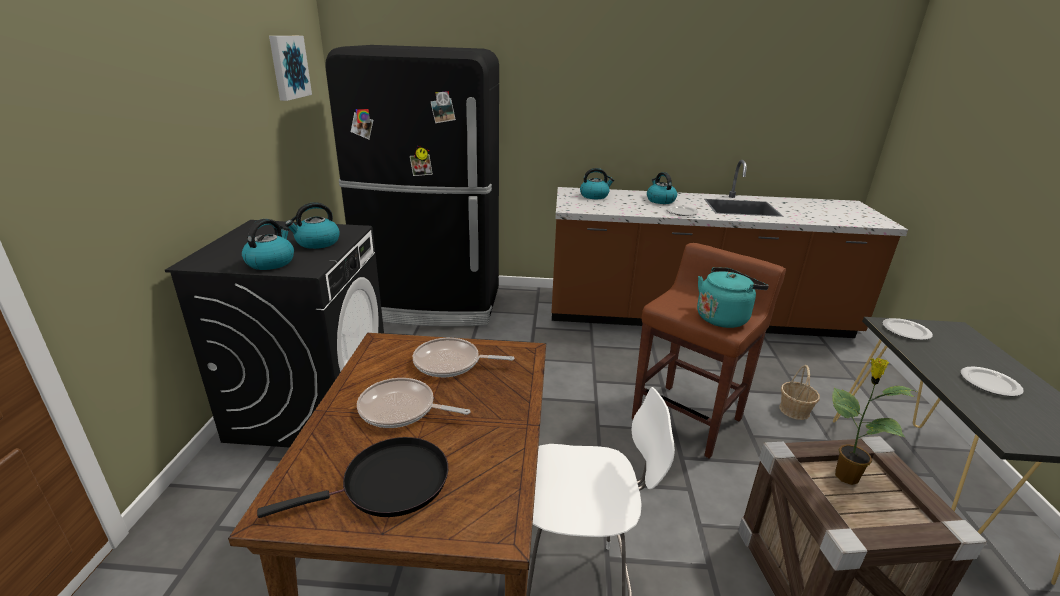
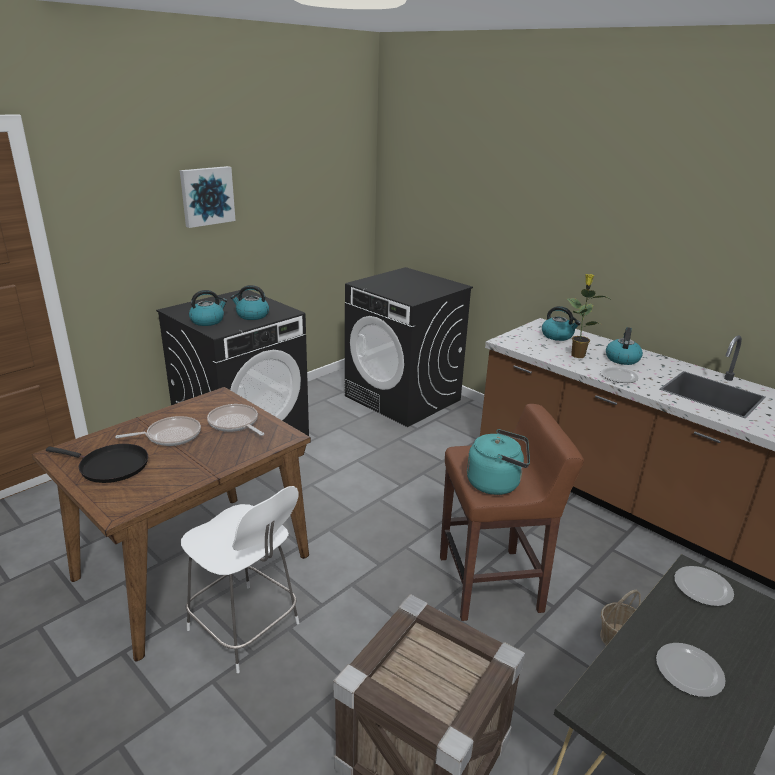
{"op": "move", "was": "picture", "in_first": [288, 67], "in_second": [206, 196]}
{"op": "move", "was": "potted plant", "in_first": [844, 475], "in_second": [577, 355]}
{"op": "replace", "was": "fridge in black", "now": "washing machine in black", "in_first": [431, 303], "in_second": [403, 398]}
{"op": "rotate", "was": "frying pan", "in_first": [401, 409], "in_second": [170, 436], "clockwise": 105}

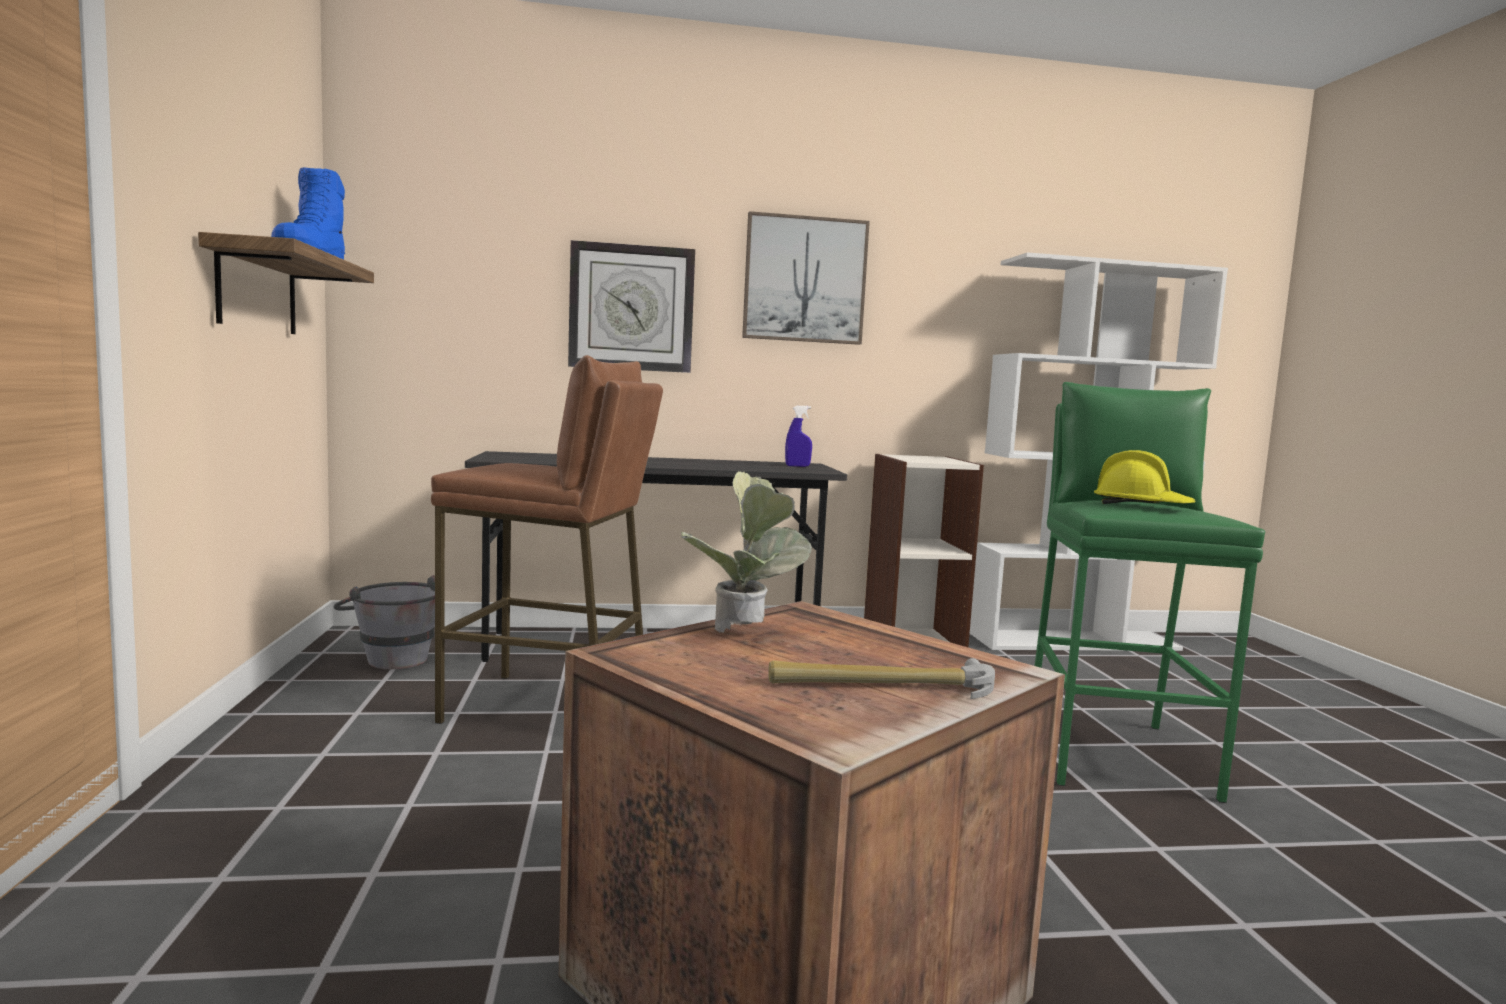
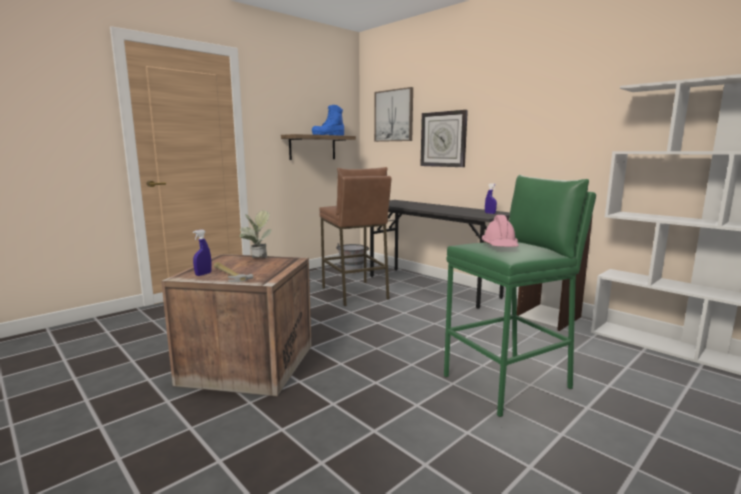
{"op": "insert", "now": "spray bottle in blue", "in_second": [203, 274]}
{"op": "move", "was": "picture", "in_first": [804, 280], "in_second": [394, 115]}
{"op": "recolor", "was": "hard hat in yellow", "now": "hard hat in pink", "in_first": [1141, 506], "in_second": [500, 246]}

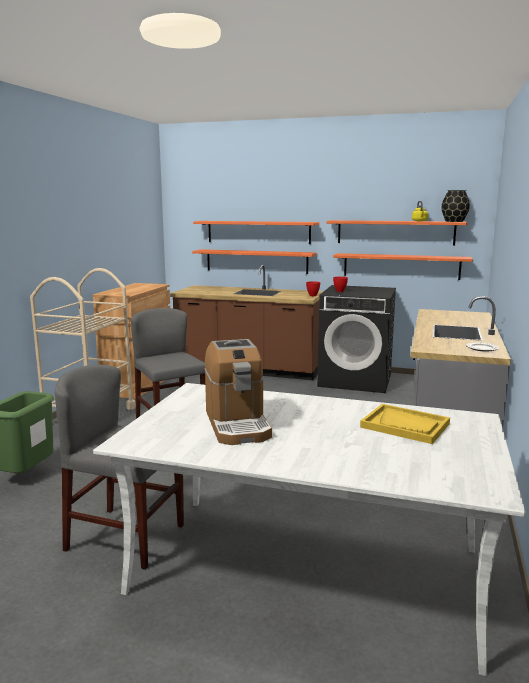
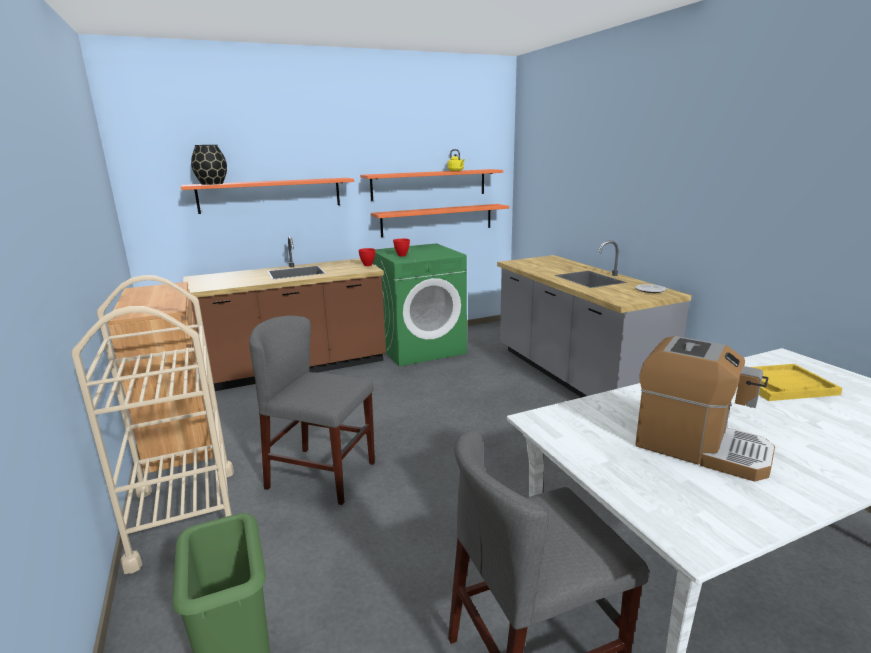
{"op": "delete", "was": "shelf in orange", "in_first": [256, 261]}
{"op": "move", "was": "vase in black", "in_first": [454, 221], "in_second": [212, 184]}
{"op": "recolor", "was": "washing machine in black", "now": "washing machine in green", "in_first": [355, 380], "in_second": [421, 348]}

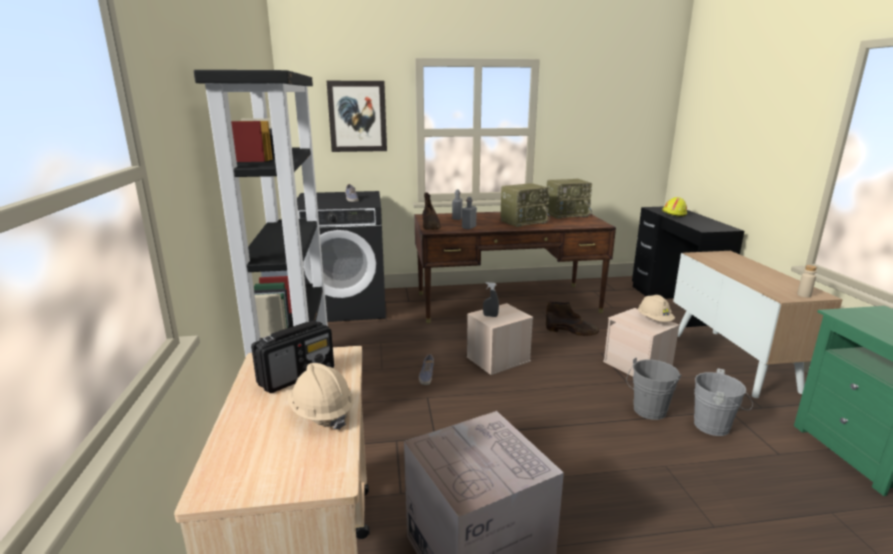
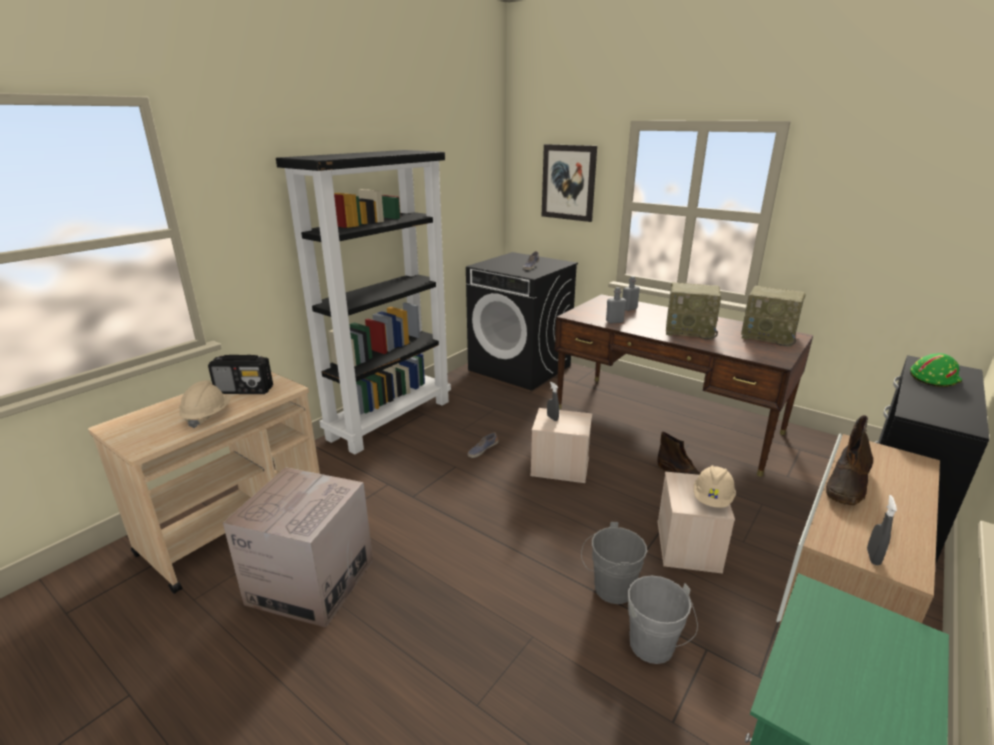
{"op": "move", "was": "boot in brown", "in_first": [431, 226], "in_second": [847, 484]}
{"op": "replace", "was": "bottle in beige", "now": "spray bottle in grey", "in_first": [804, 295], "in_second": [873, 557]}
{"op": "recolor", "was": "hard hat in yellow", "now": "hard hat in green", "in_first": [673, 214], "in_second": [933, 378]}

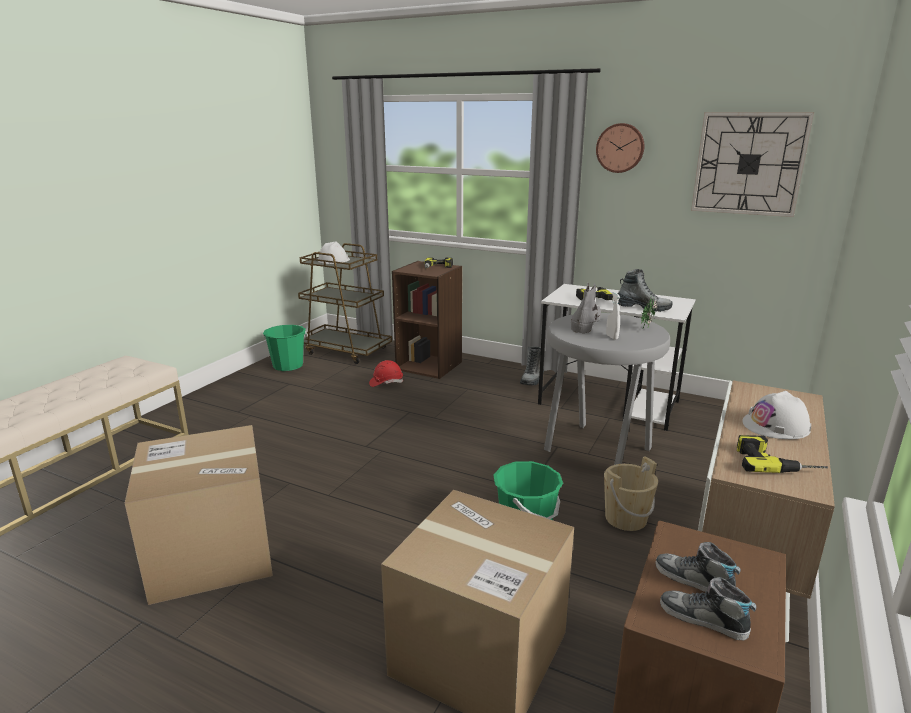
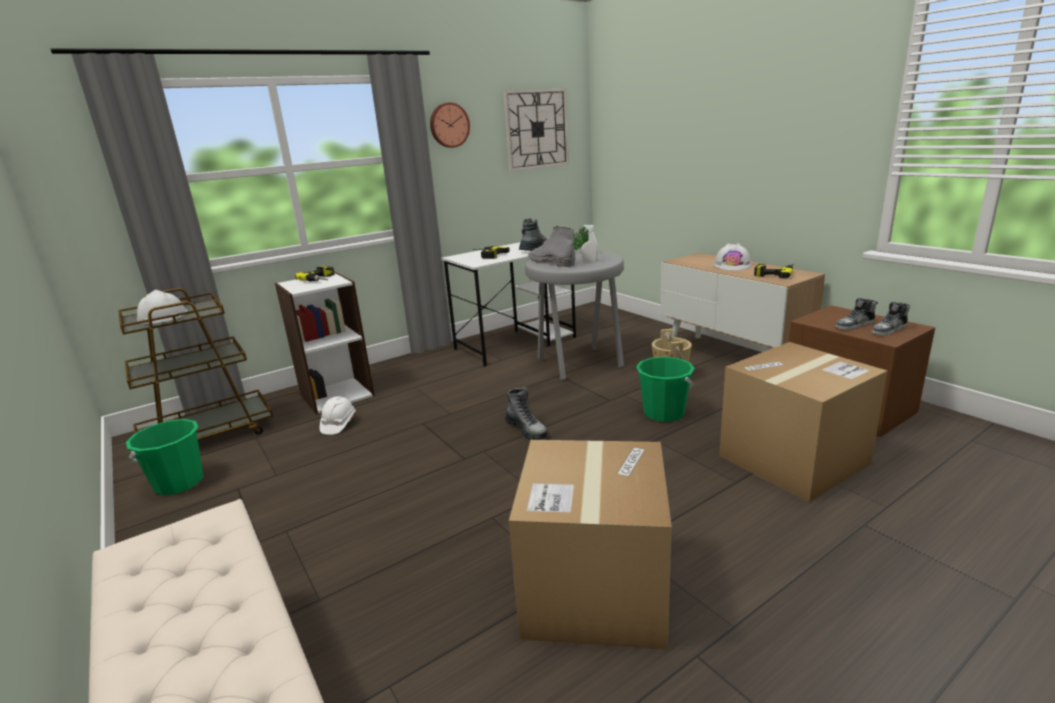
{"op": "move", "was": "boot", "in_first": [532, 379], "in_second": [527, 429]}
{"op": "recolor", "was": "hard hat in red", "now": "hard hat in white", "in_first": [386, 382], "in_second": [338, 424]}
{"op": "recolor", "was": "bookcase in brown", "now": "bookcase in white", "in_first": [429, 365], "in_second": [336, 395]}

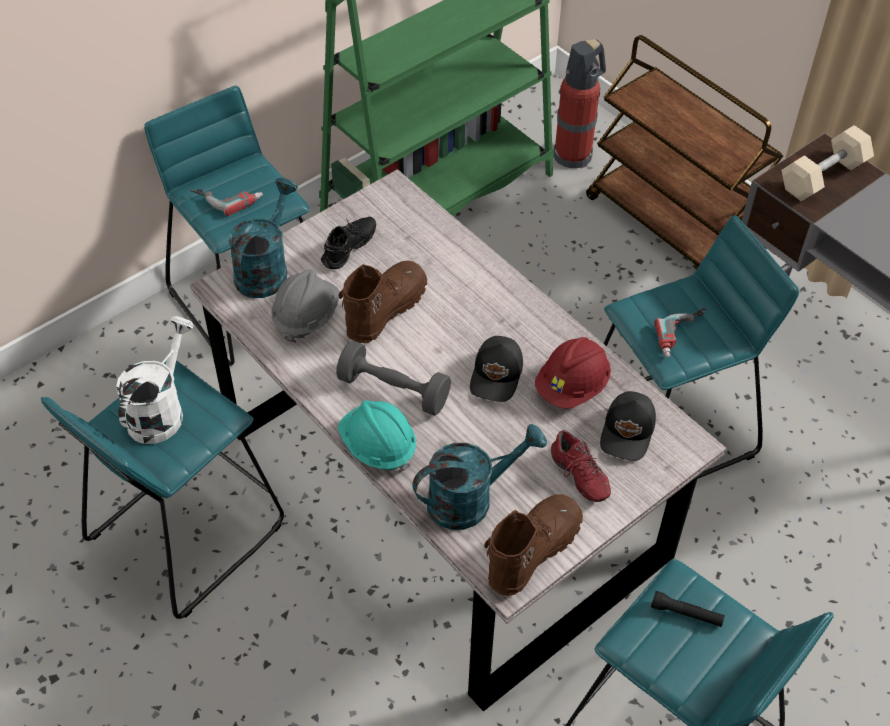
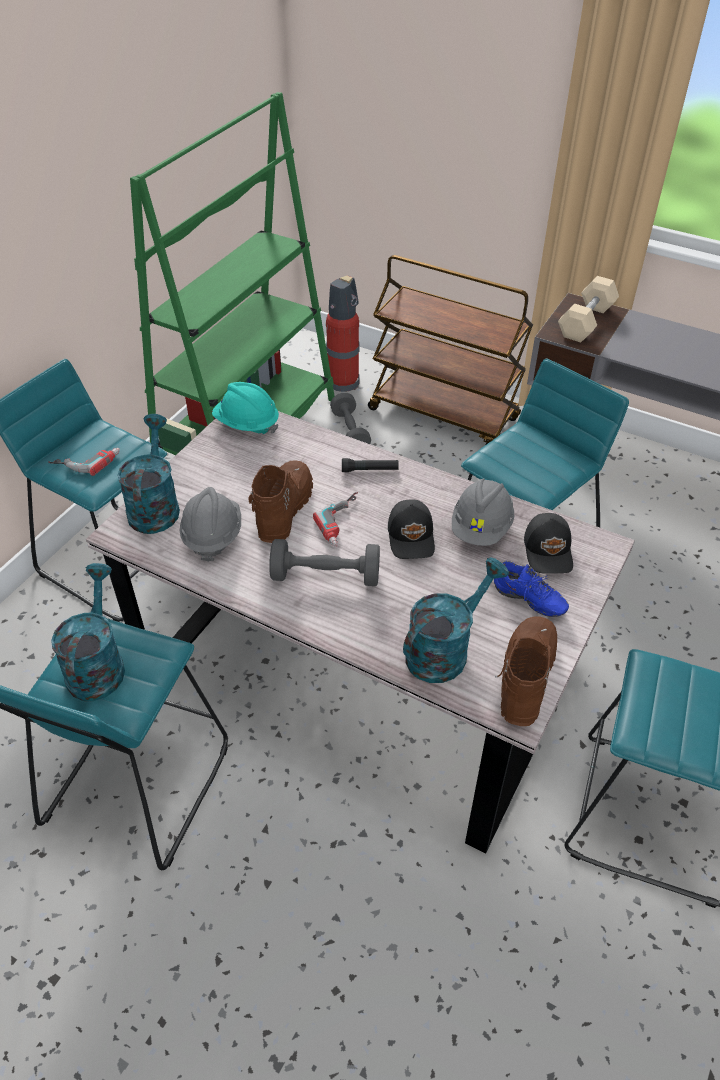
{"op": "delete", "was": "shoe in black", "in_first": [351, 250]}
{"op": "insert", "now": "dumbbell in grey", "in_second": [350, 432]}
{"op": "move", "was": "hard hat in turquoise", "in_first": [378, 446], "in_second": [247, 424]}
{"op": "move", "was": "flashlight in black", "in_first": [686, 614], "in_second": [369, 470]}
{"op": "move", "was": "power drill", "in_first": [684, 336], "in_second": [345, 523]}
{"op": "recolor", "was": "watering can in white", "now": "watering can in turquoise", "in_first": [160, 410], "in_second": [98, 664]}
{"op": "recolor", "was": "hard hat in red", "now": "hard hat in grey", "in_first": [572, 386], "in_second": [481, 528]}
{"op": "recolor", "was": "shoe in red", "now": "shoe in blue", "in_first": [577, 477], "in_second": [527, 601]}

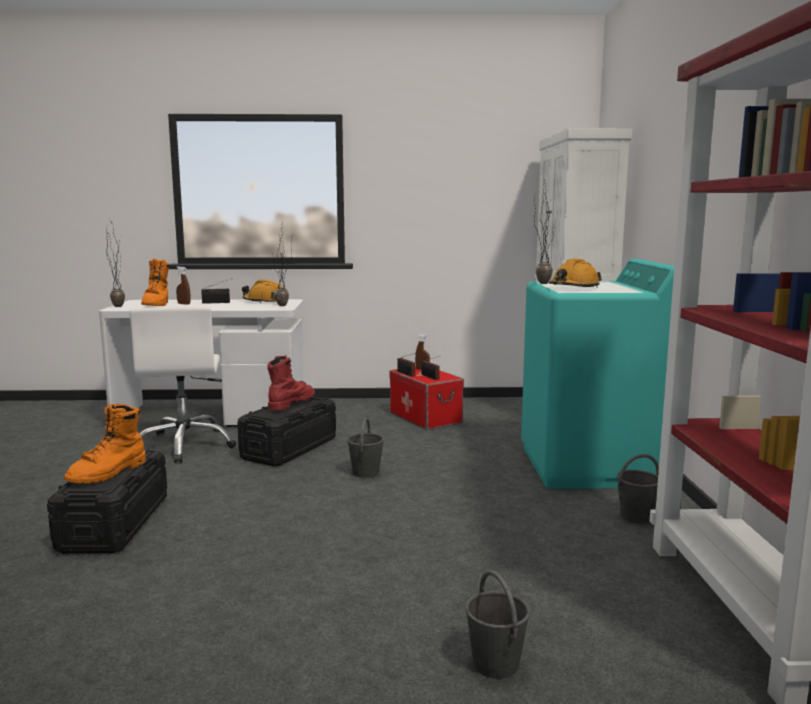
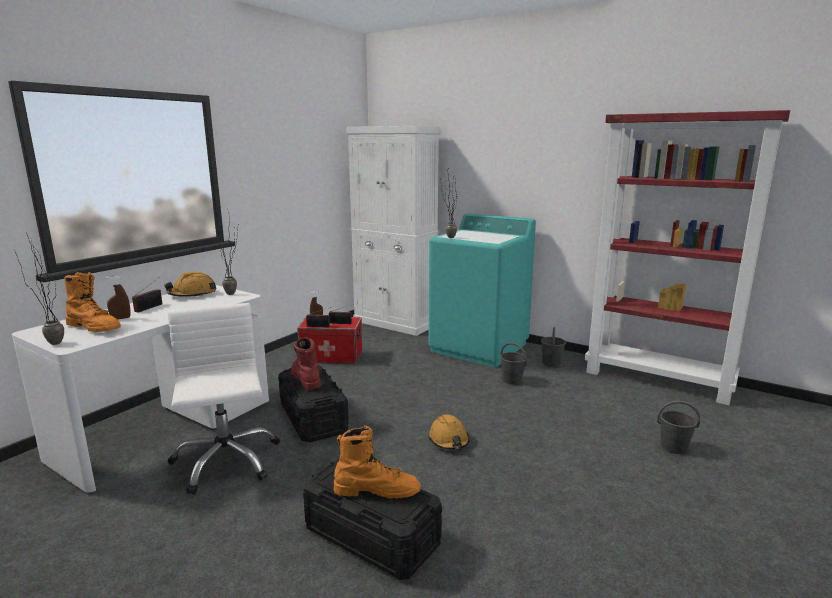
{"op": "move", "was": "bucket in grey", "in_first": [365, 473], "in_second": [512, 380]}
{"op": "move", "was": "hard hat in orange", "in_first": [574, 288], "in_second": [449, 440]}
{"op": "rotate", "was": "boot in orange", "in_first": [108, 473], "in_second": [377, 490], "clockwise": -60}
{"op": "rotate", "was": "office chair in white", "in_first": [185, 445], "in_second": [225, 461], "clockwise": -135}

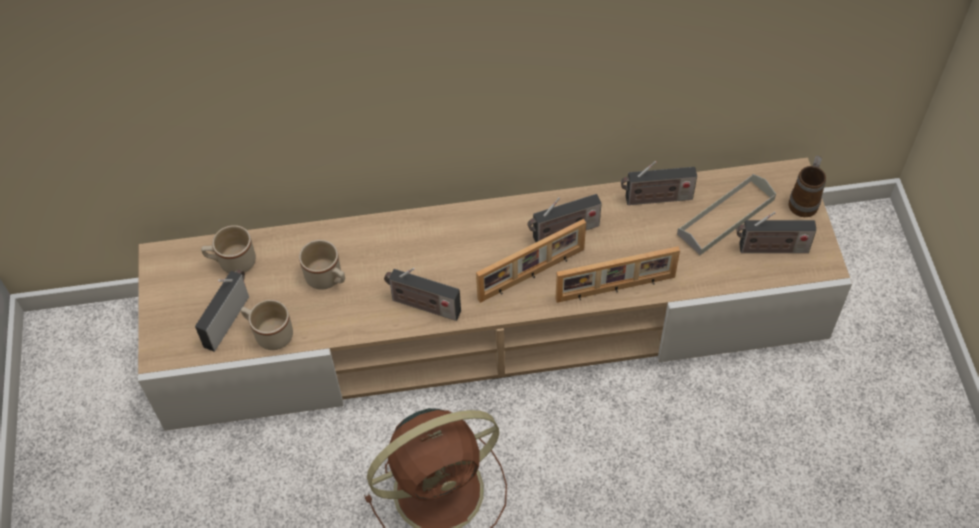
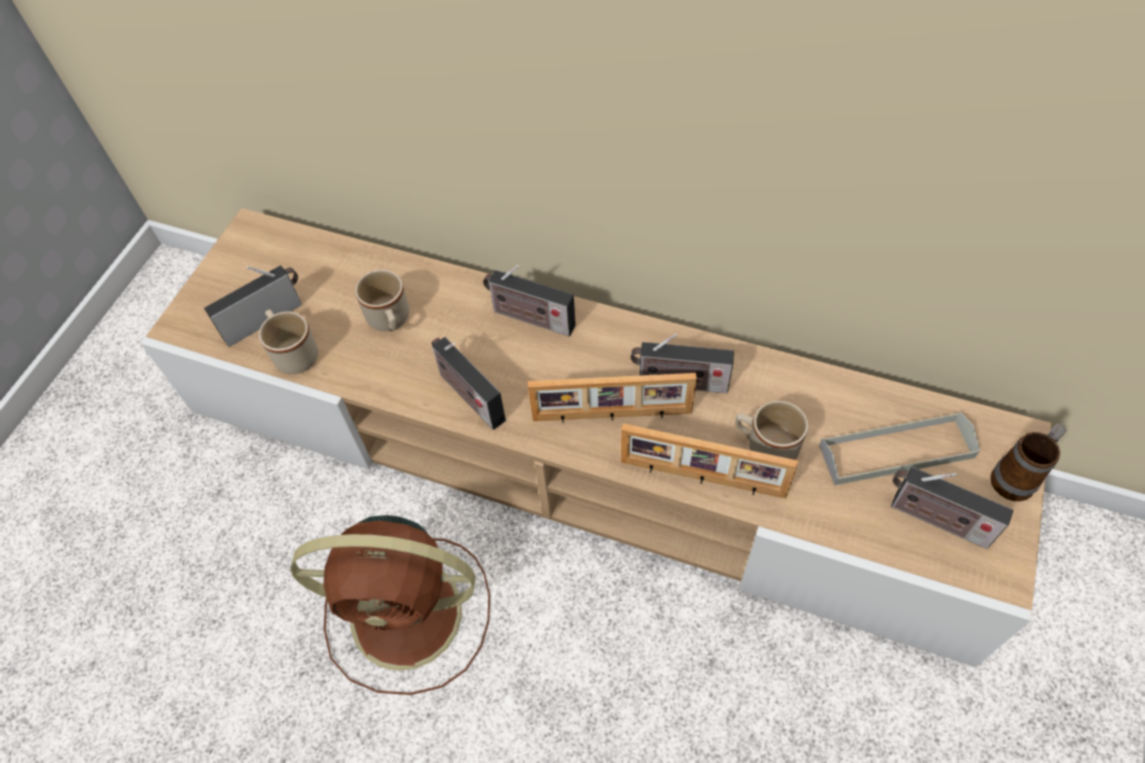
{"op": "move", "was": "mug in beige", "in_first": [232, 262], "in_second": [765, 445]}
{"op": "move", "was": "radio", "in_first": [655, 199], "in_second": [529, 318]}

